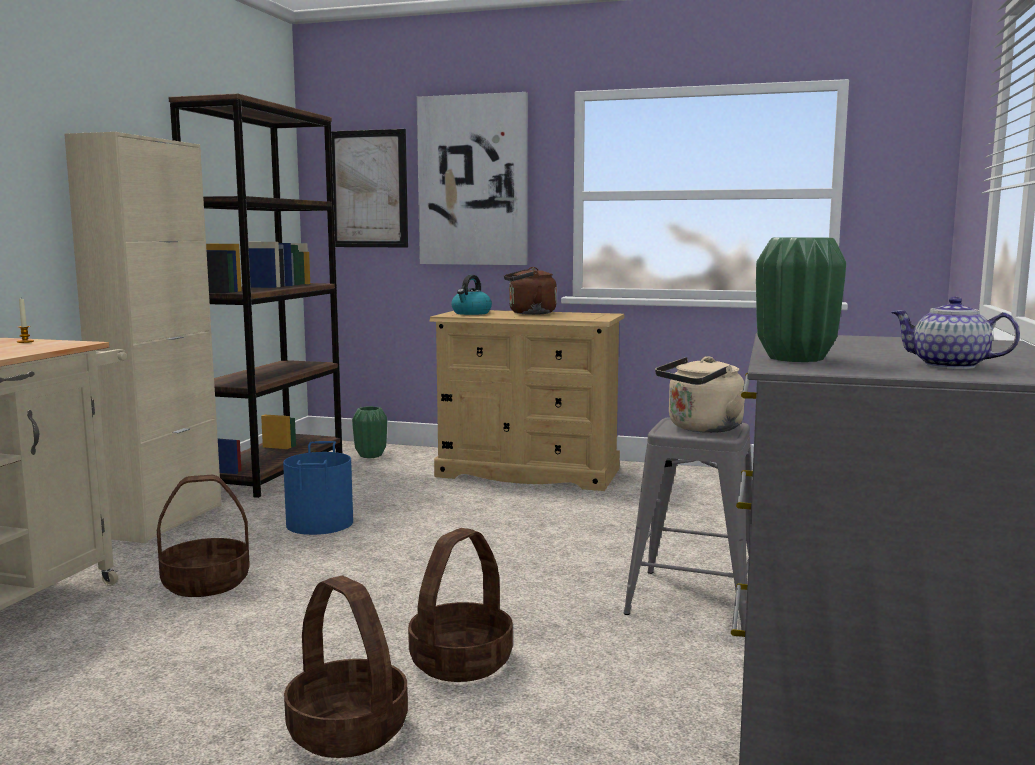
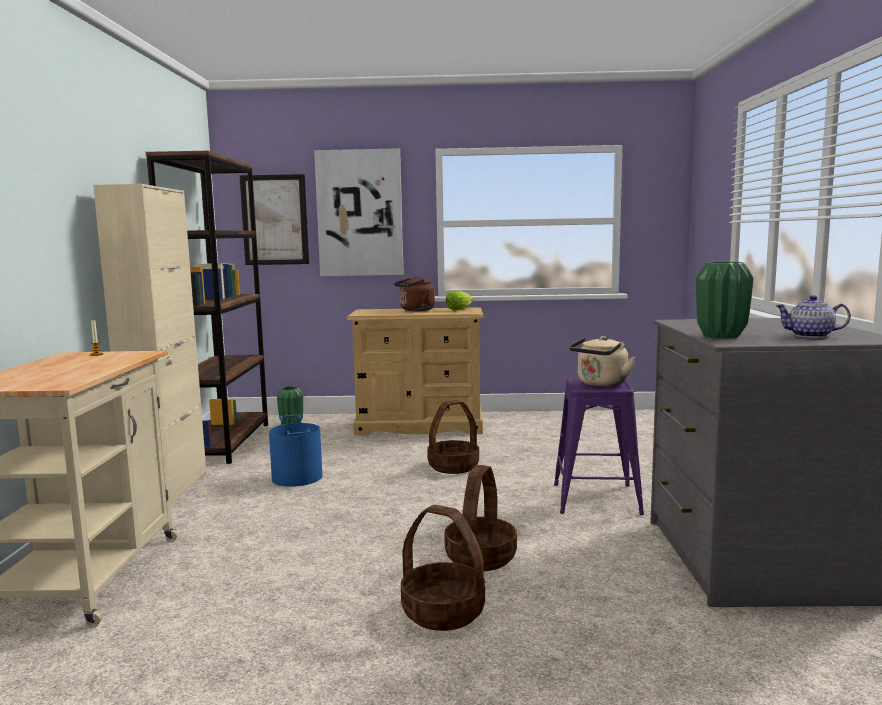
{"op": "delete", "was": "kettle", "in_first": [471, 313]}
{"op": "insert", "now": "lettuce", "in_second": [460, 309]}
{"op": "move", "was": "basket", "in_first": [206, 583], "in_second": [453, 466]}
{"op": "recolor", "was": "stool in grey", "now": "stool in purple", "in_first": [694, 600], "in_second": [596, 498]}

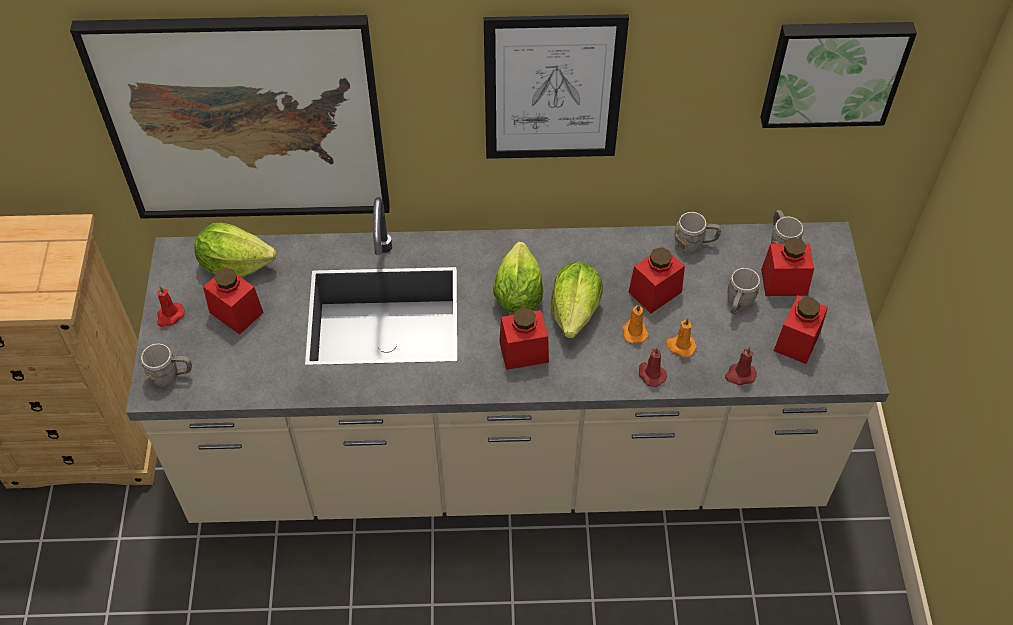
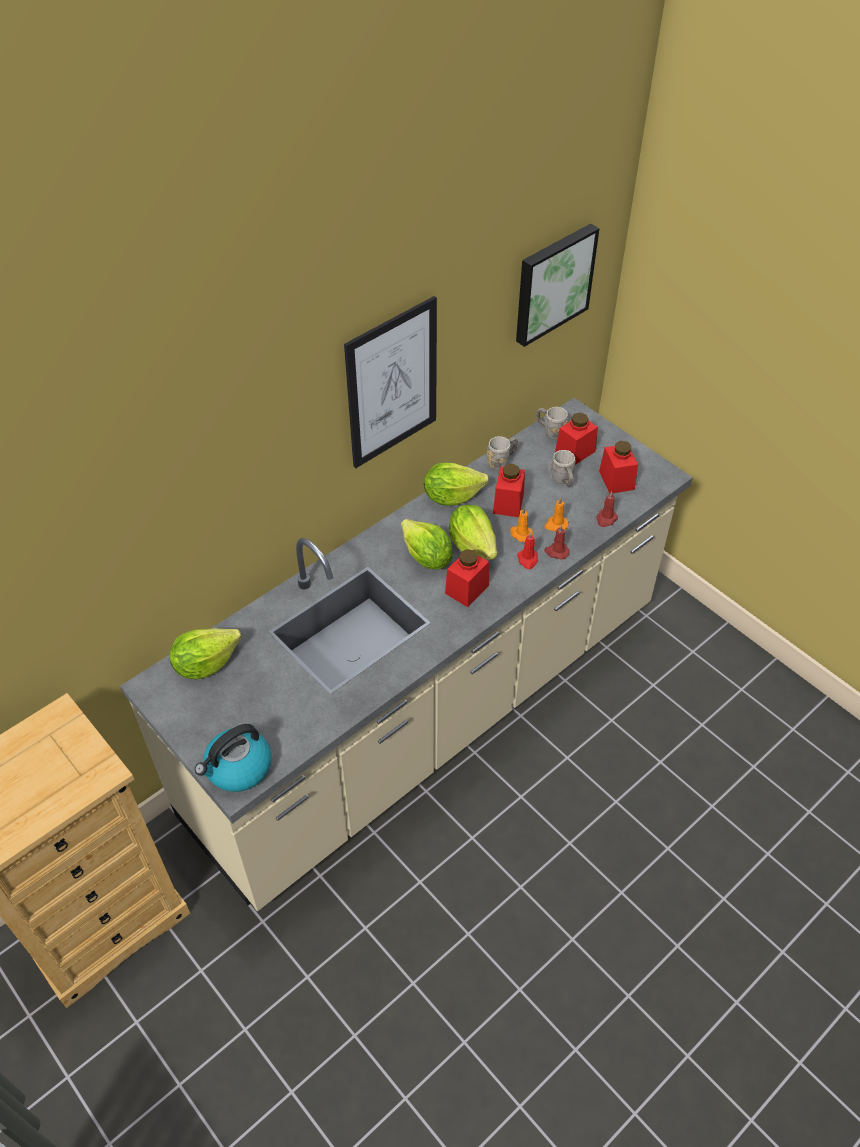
{"op": "delete", "was": "picture", "in_first": [245, 120]}
{"op": "delete", "was": "jar in red", "in_first": [236, 312]}
{"op": "insert", "now": "lettuce", "in_second": [452, 496]}
{"op": "move", "was": "candle in red", "in_first": [170, 316], "in_second": [527, 560]}
{"op": "replace", "was": "mug in grey", "now": "kettle", "in_first": [171, 375], "in_second": [238, 768]}

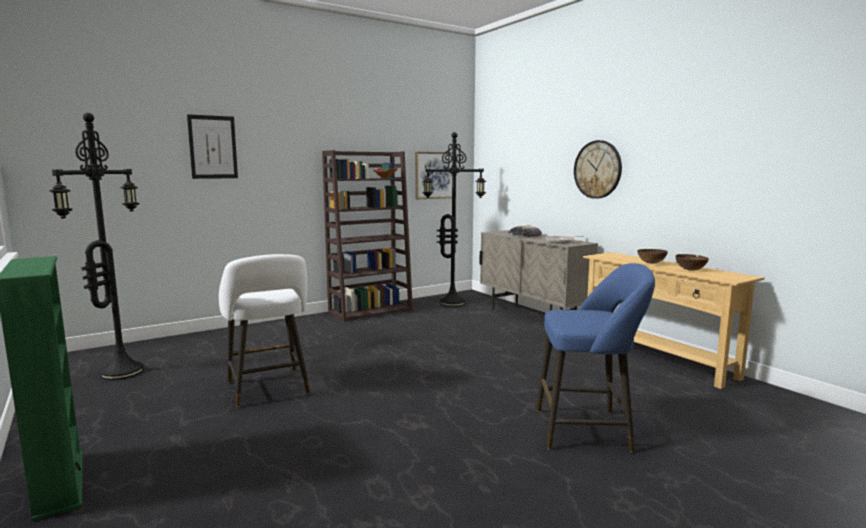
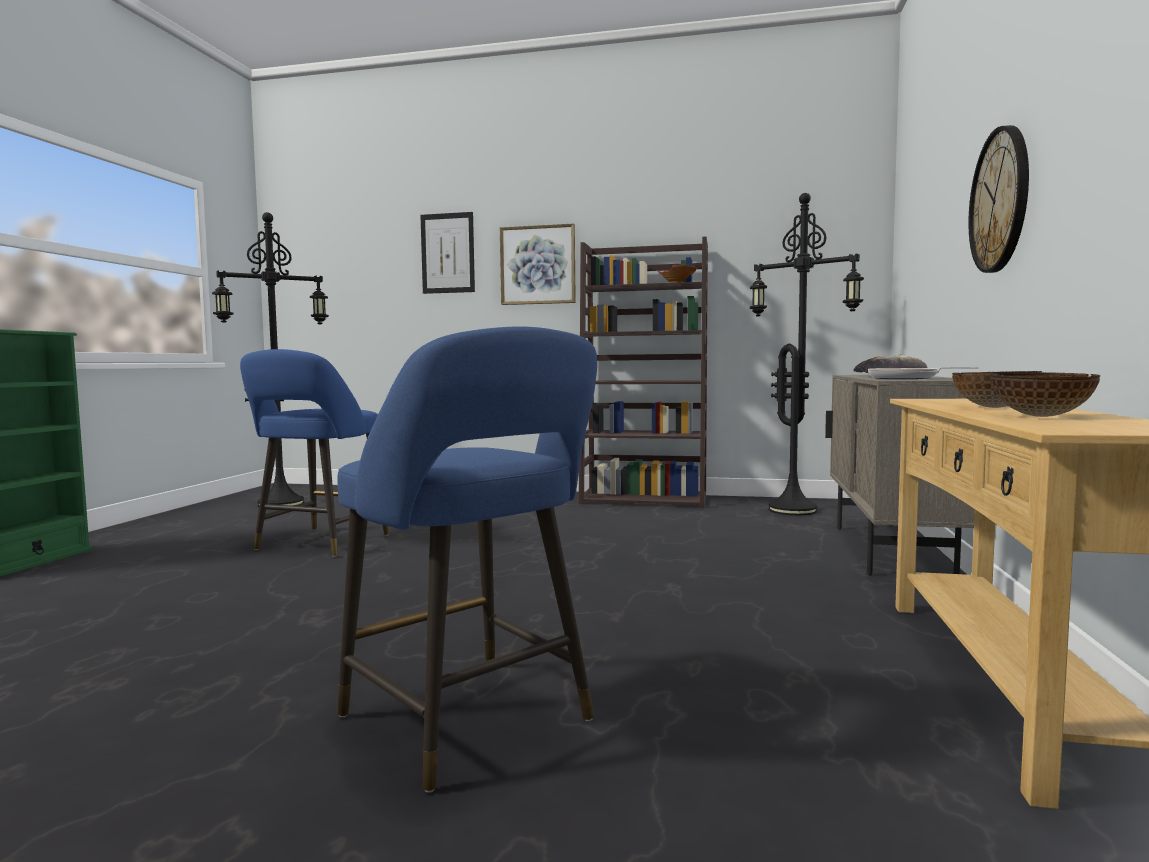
{"op": "move", "was": "picture", "in_first": [434, 175], "in_second": [538, 265]}
{"op": "recolor", "was": "stool in white", "now": "stool in blue", "in_first": [269, 389], "in_second": [319, 544]}

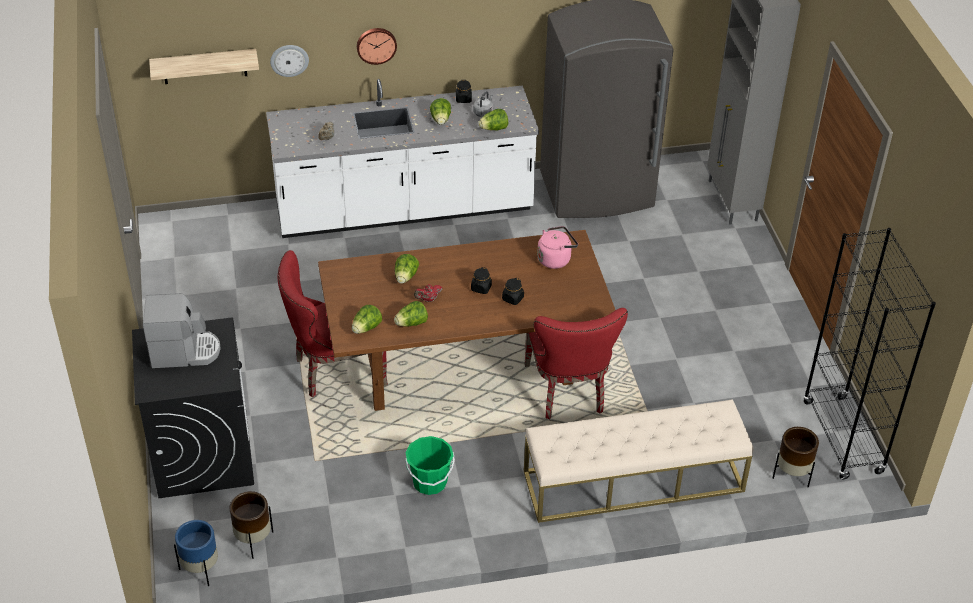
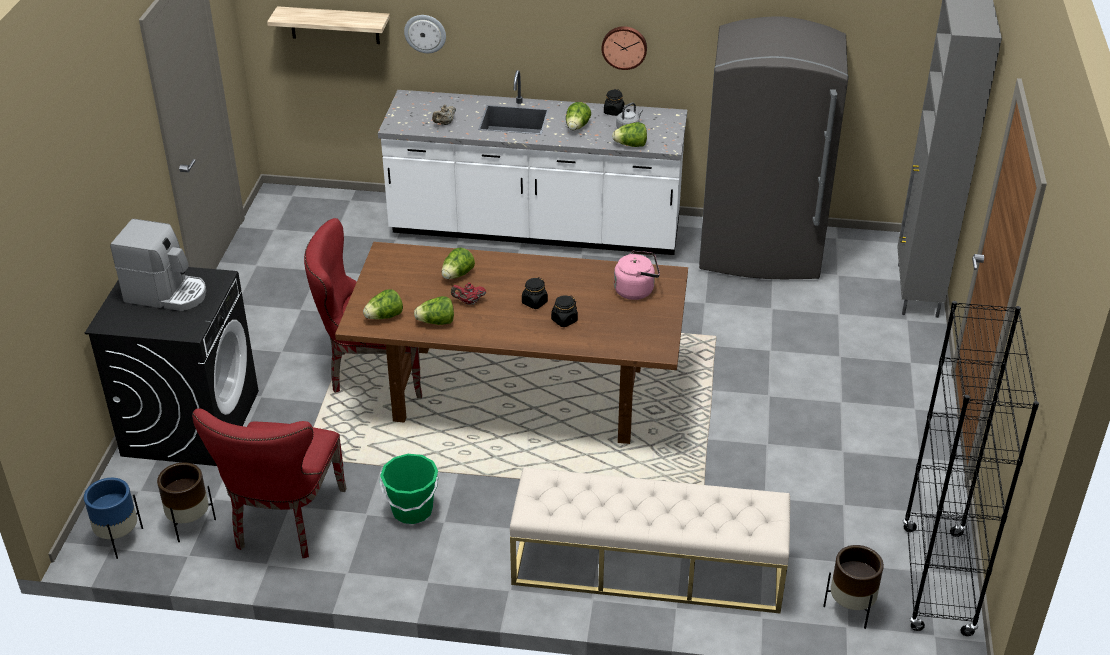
{"op": "move", "was": "wall clock", "in_first": [376, 45], "in_second": [624, 47]}
{"op": "move", "was": "chair in red", "in_first": [568, 393], "in_second": [285, 523]}

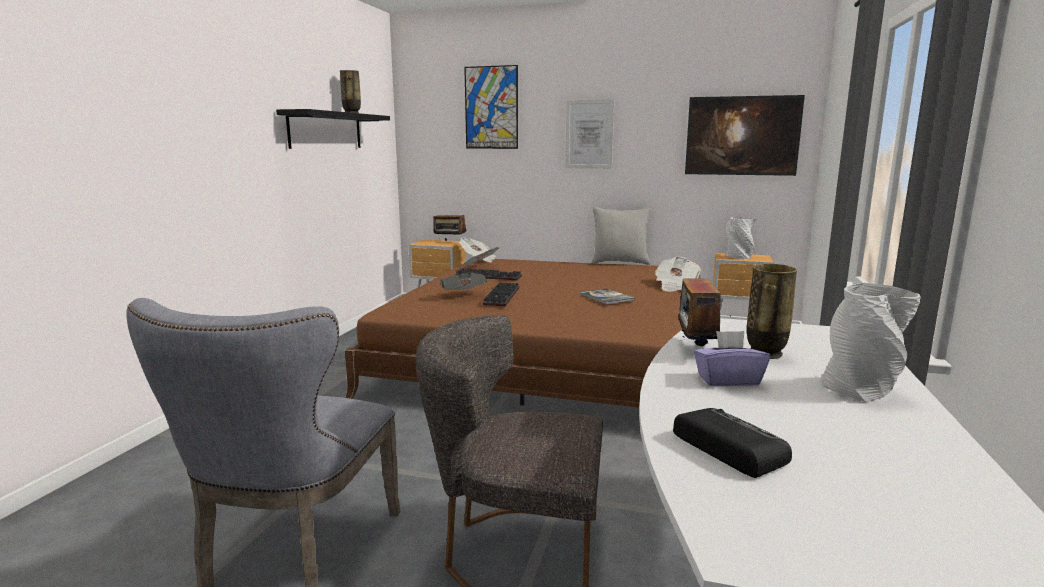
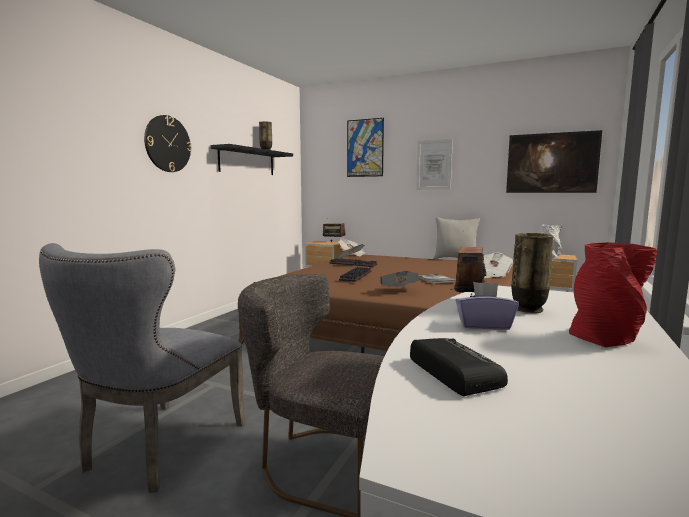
{"op": "insert", "now": "wall clock", "in_second": [167, 144]}
{"op": "move", "was": "newspaper", "in_first": [463, 295], "in_second": [399, 291]}
{"op": "recolor", "was": "vase in grey", "now": "vase in red", "in_first": [861, 390], "in_second": [605, 338]}

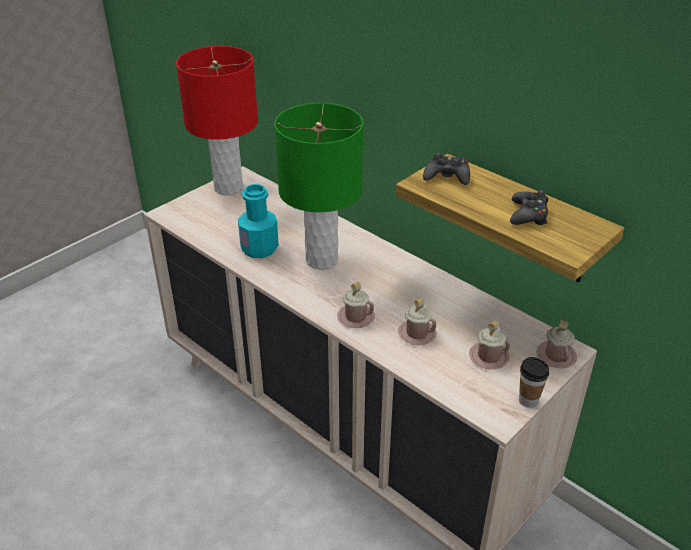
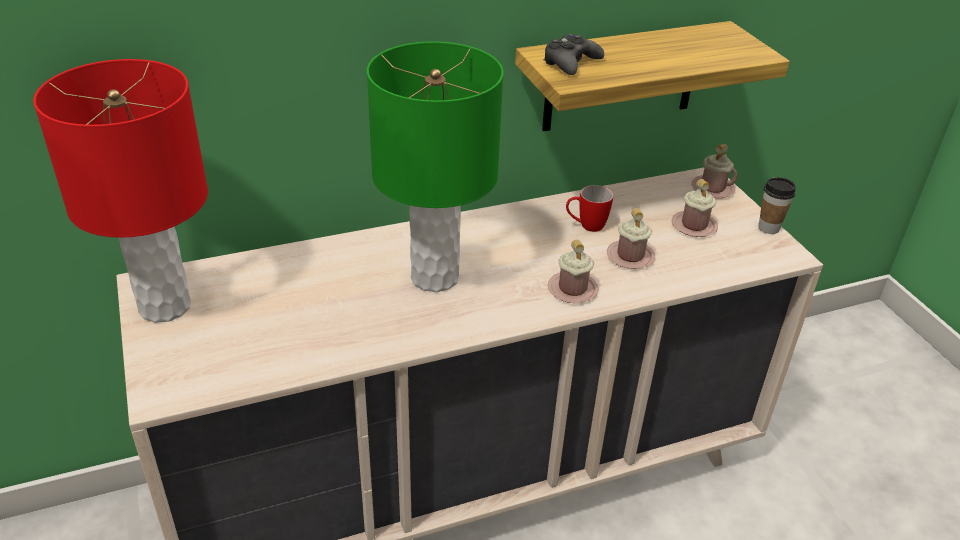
{"op": "delete", "was": "bottle in turquoise", "in_first": [259, 248]}
{"op": "delete", "was": "game controller in black", "in_first": [528, 215]}
{"op": "insert", "now": "mug", "in_second": [586, 226]}

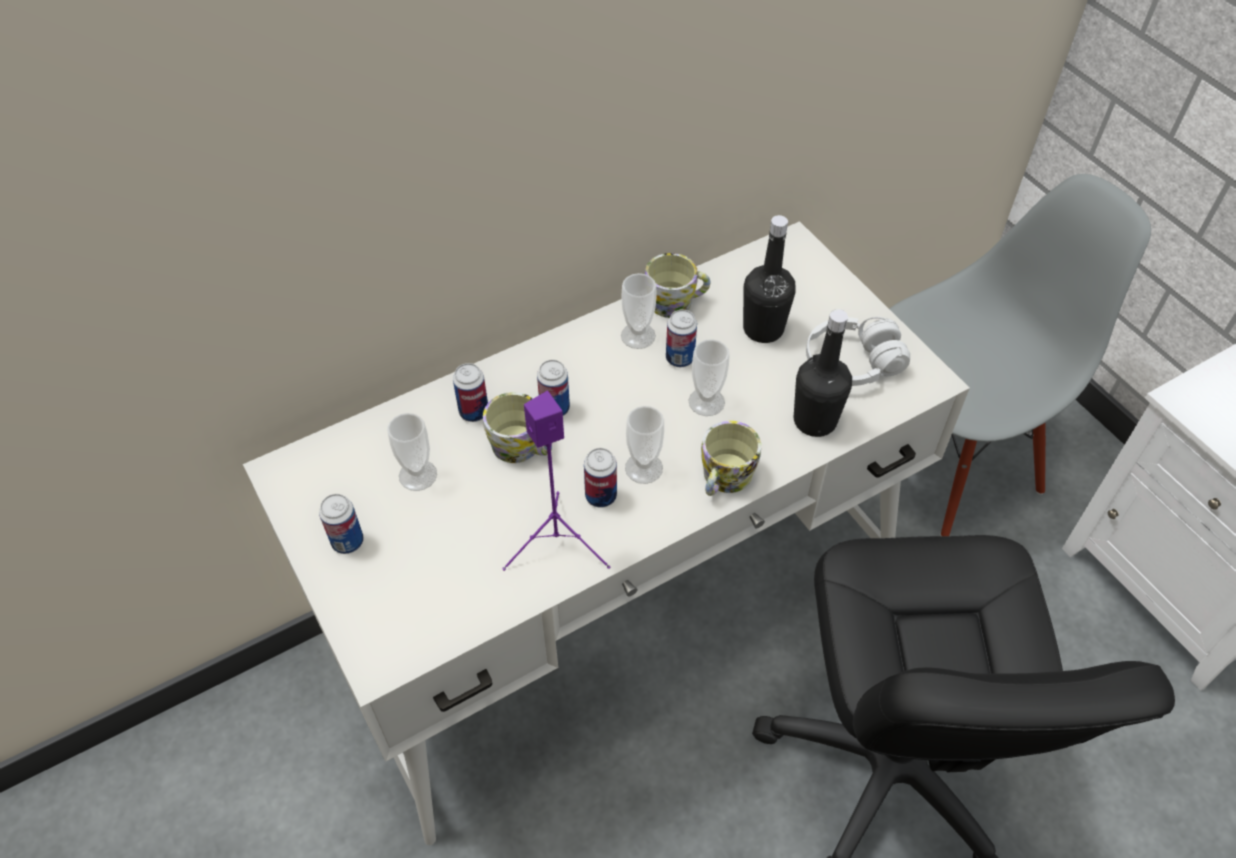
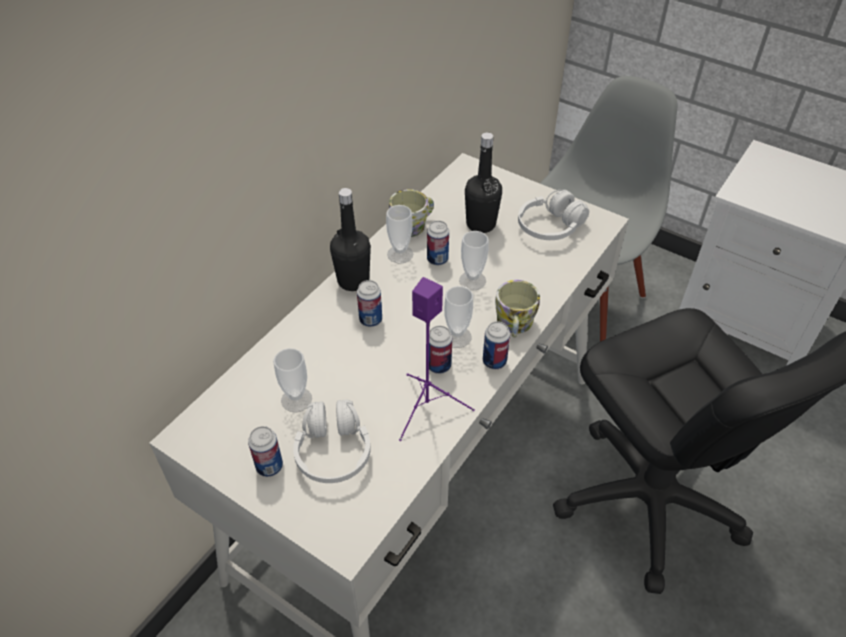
{"op": "delete", "was": "mug", "in_first": [522, 448]}
{"op": "insert", "now": "headphones in white", "in_second": [333, 451]}
{"op": "move", "was": "can", "in_first": [474, 412], "in_second": [494, 361]}
{"op": "move", "was": "bottle in black", "in_first": [815, 421], "in_second": [353, 280]}

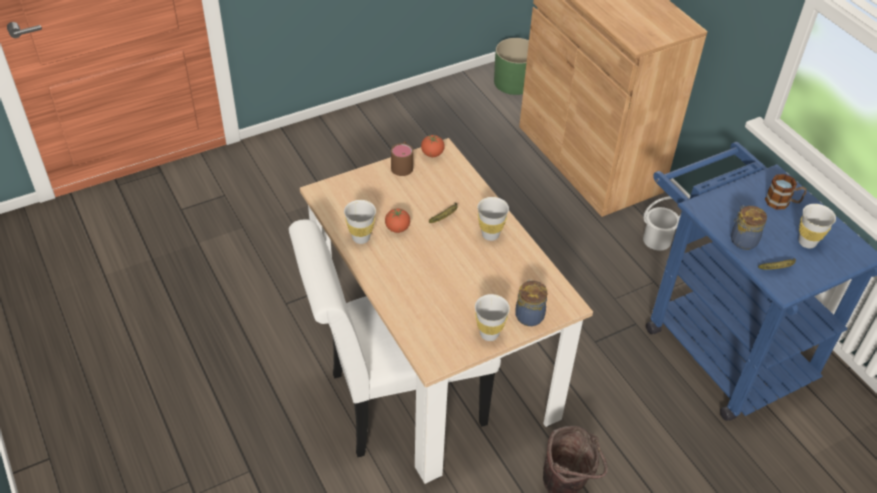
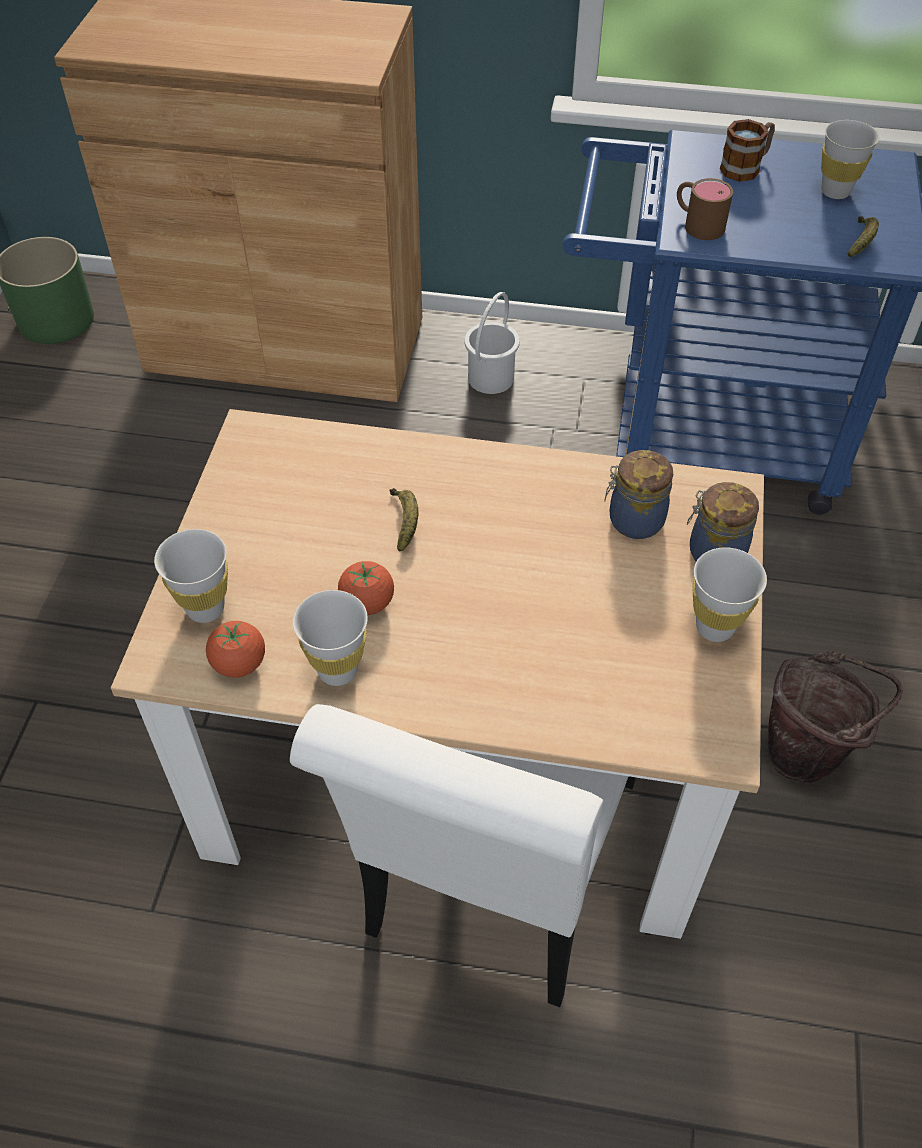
{"op": "move", "was": "mug in brown", "in_first": [402, 165], "in_second": [697, 224]}
{"op": "move", "was": "tomato", "in_first": [432, 154], "in_second": [239, 664]}
{"op": "move", "was": "cup in white", "in_first": [490, 235], "in_second": [205, 608]}
{"op": "move", "was": "jar", "in_first": [742, 240], "in_second": [633, 520]}

